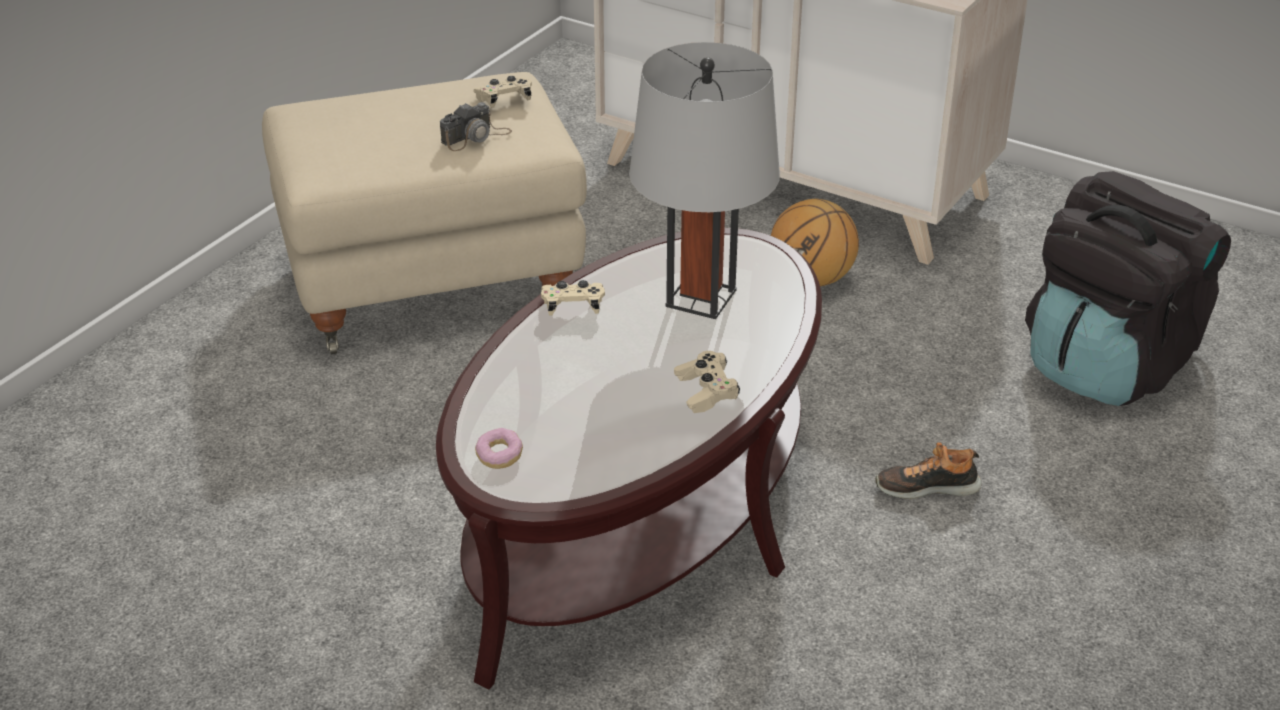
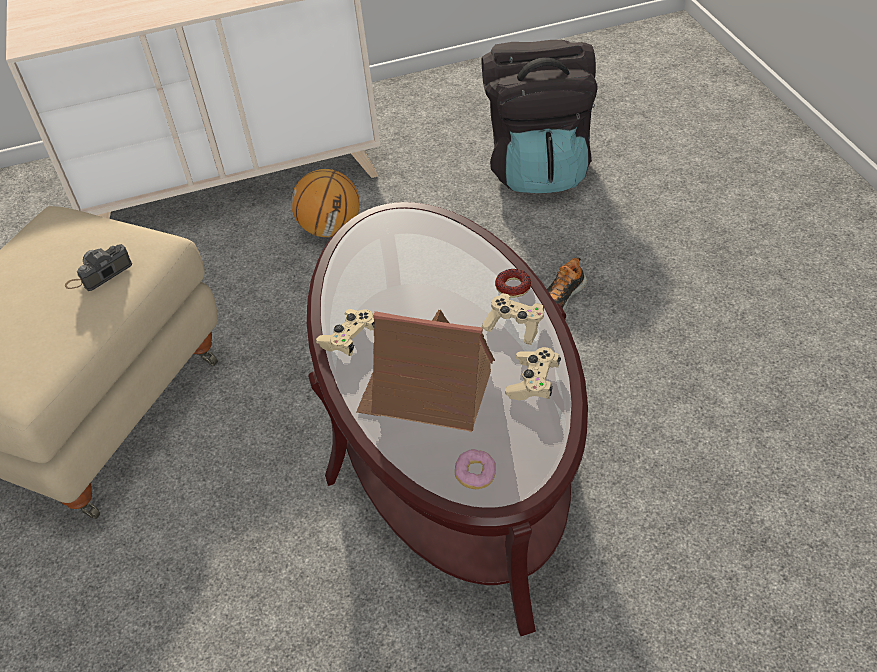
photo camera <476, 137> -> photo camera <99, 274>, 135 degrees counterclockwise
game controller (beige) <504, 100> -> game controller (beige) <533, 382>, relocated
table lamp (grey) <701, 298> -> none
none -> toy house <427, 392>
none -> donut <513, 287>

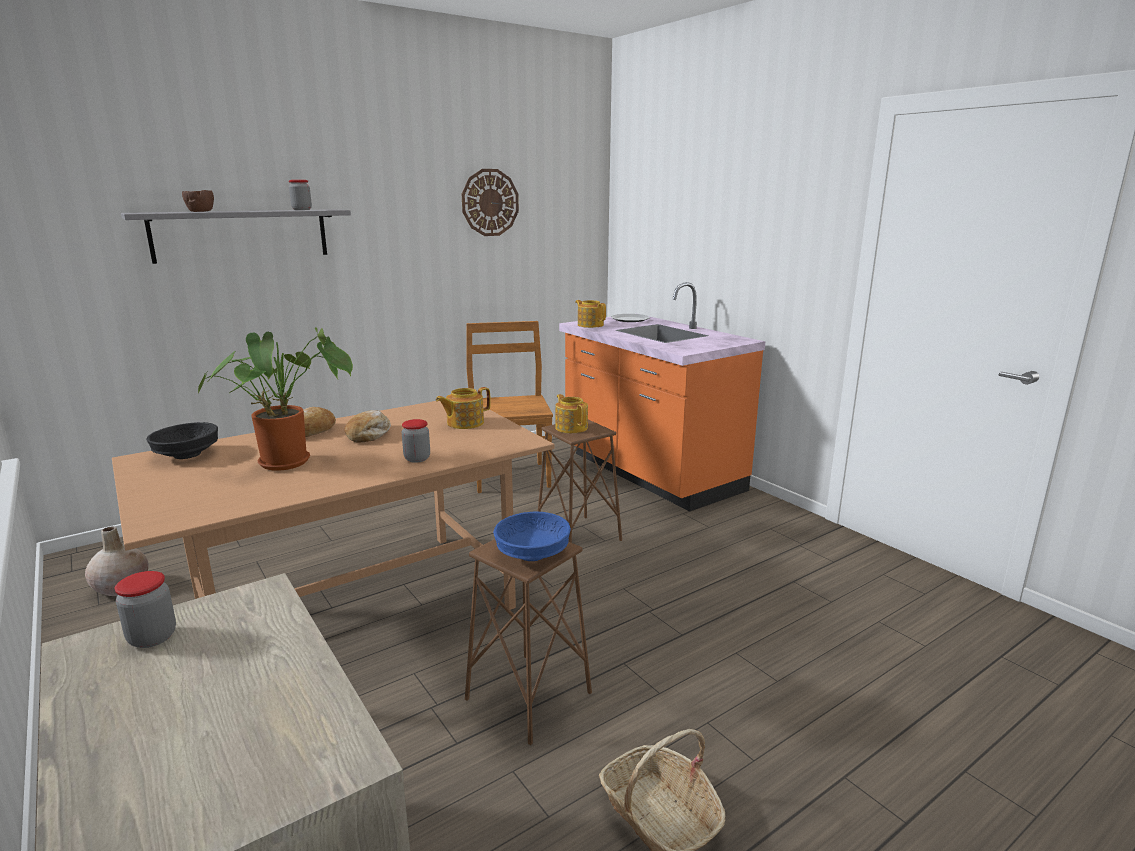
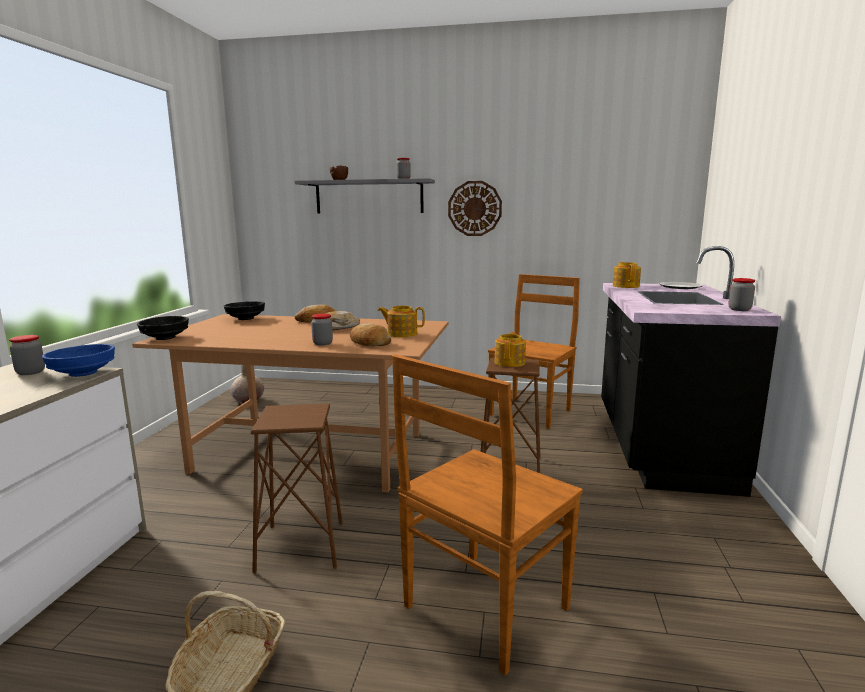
potted plant <291, 461> -> none
wall clock <490, 202> -> wall clock <474, 208>, relocated
bowl (blue) <532, 554> -> bowl (blue) <84, 373>, relocated
counter (orange) <650, 473> -> counter (black) <659, 446>
none -> bowl (black) <165, 338>
none -> bread <369, 343>
none -> chair (brown) <483, 609>
none -> jar <739, 309>

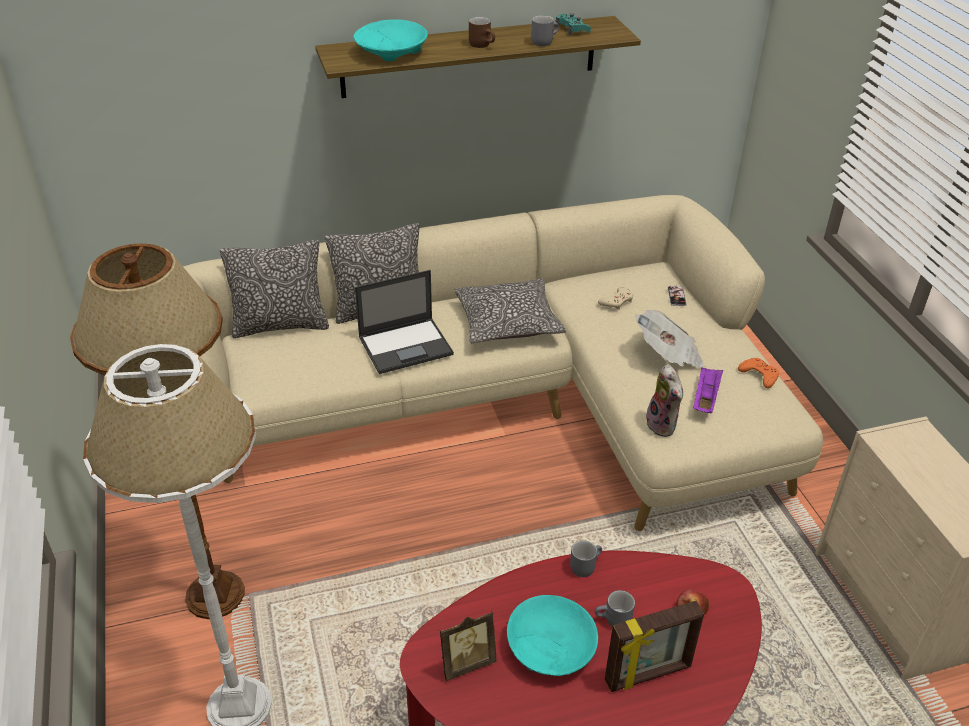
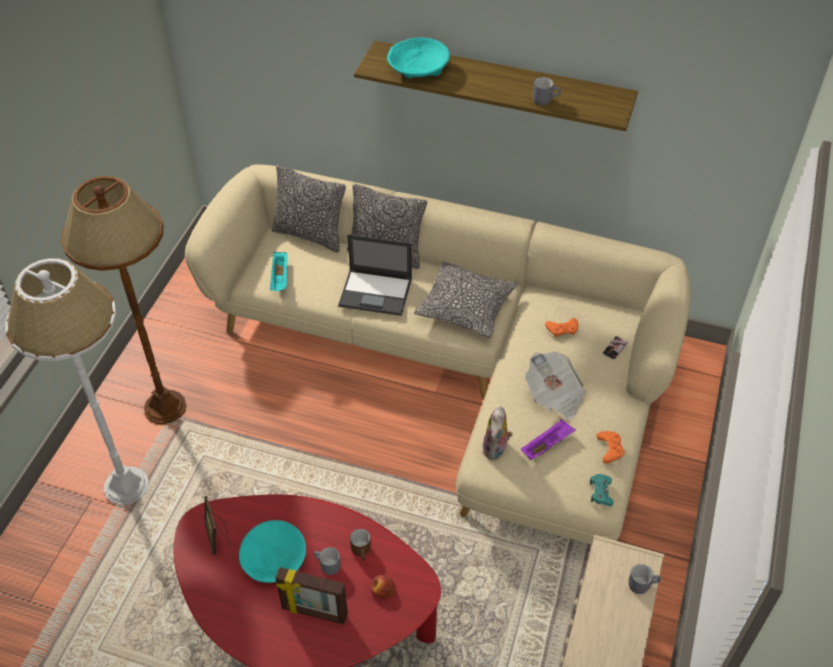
picture frame <466, 662> -> picture frame <218, 537>, 60 degrees clockwise
mug (brown) <483, 45> -> mug (brown) <363, 551>, relocated
game controller (turquoise) <572, 29> -> game controller (turquoise) <601, 492>, relocated
mug (grey) <584, 565> -> mug (grey) <641, 584>, relocated
game controller (beige) <617, 301> -> game controller (orange) <562, 329>
none -> tray (turquoise) <280, 278>

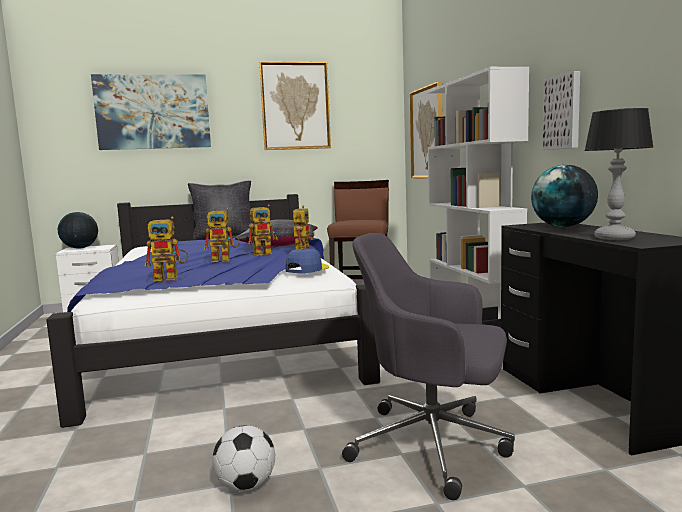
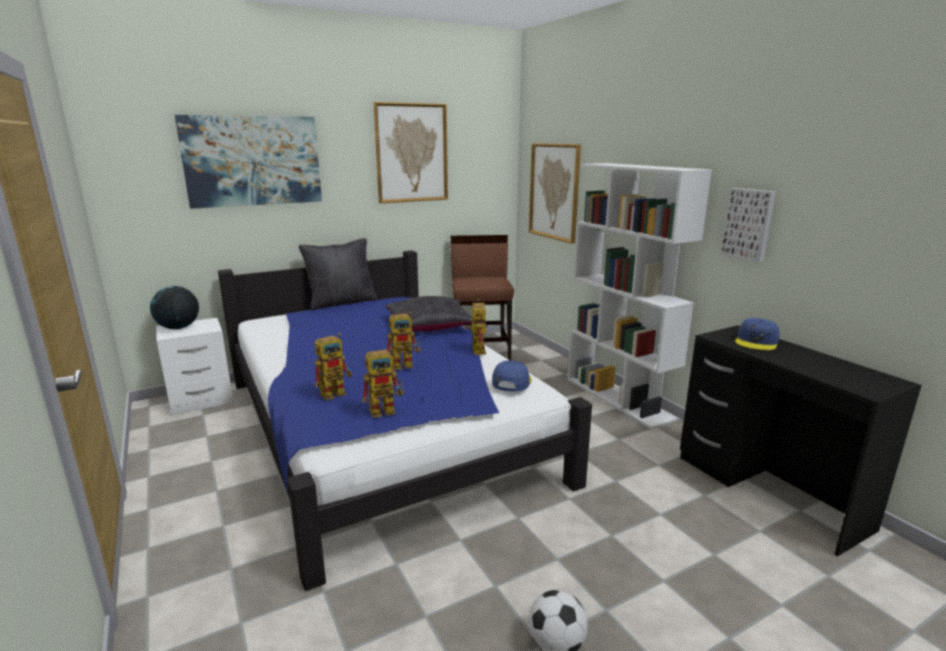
toy robot <266, 253> -> toy robot <337, 392>, relocated
office chair (grey) <434, 445> -> none
globe <563, 226> -> cap (blue) <756, 341>
table lamp <615, 238> -> none

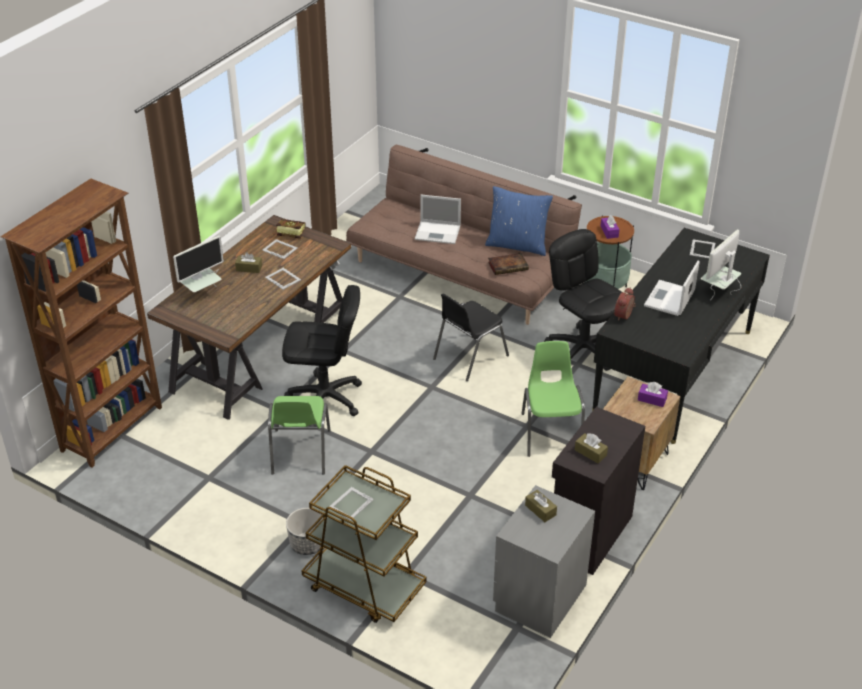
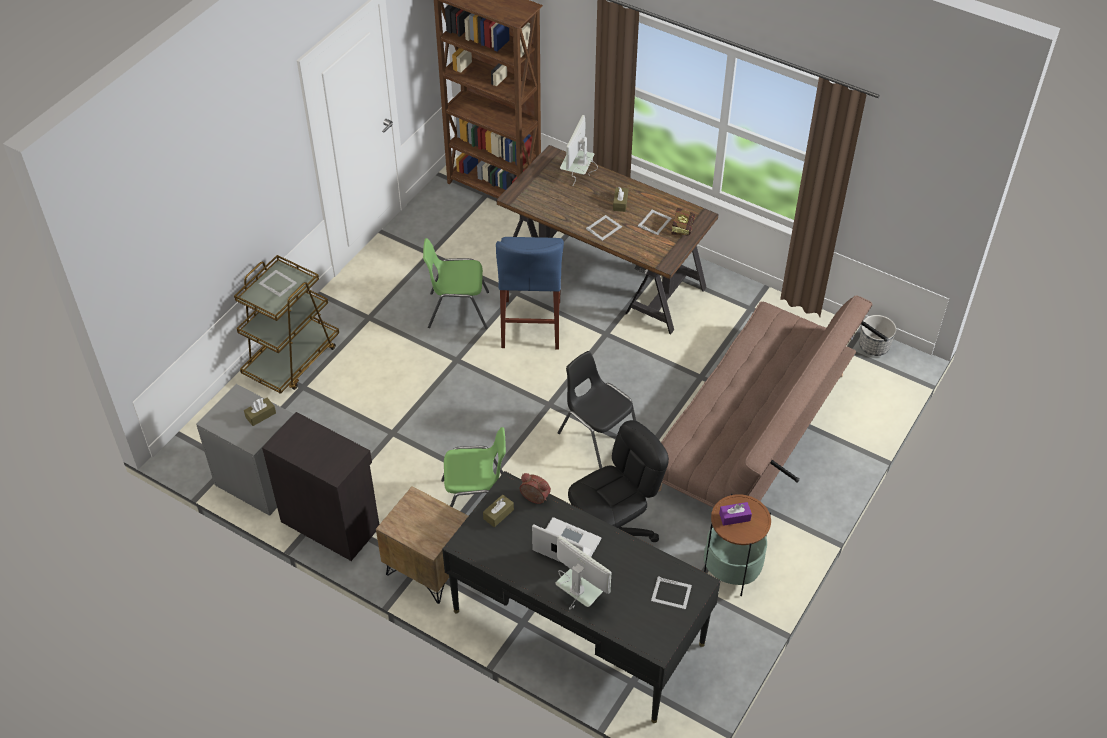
monitor <202, 294> -> monitor <578, 175>, 60 degrees clockwise
office chair (black) <325, 399> -> stool (blue) <531, 324>
planter <307, 544> -> planter <873, 346>, relocated
laptop <438, 232> -> none
pillow (blue) <517, 245> -> none
book <509, 266> -> none
tissue box (brown) <590, 452> -> tissue box (brown) <498, 514>, relocated
tissue box (purple) <652, 399> -> none

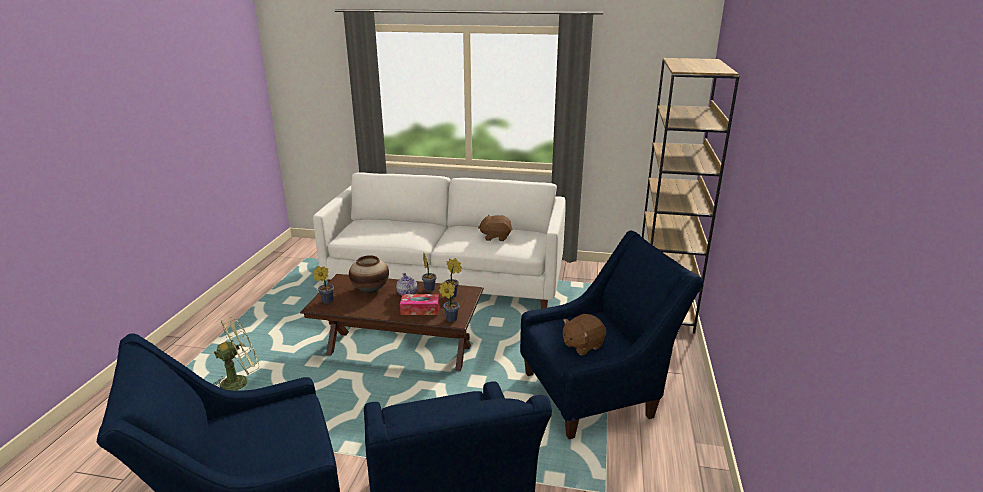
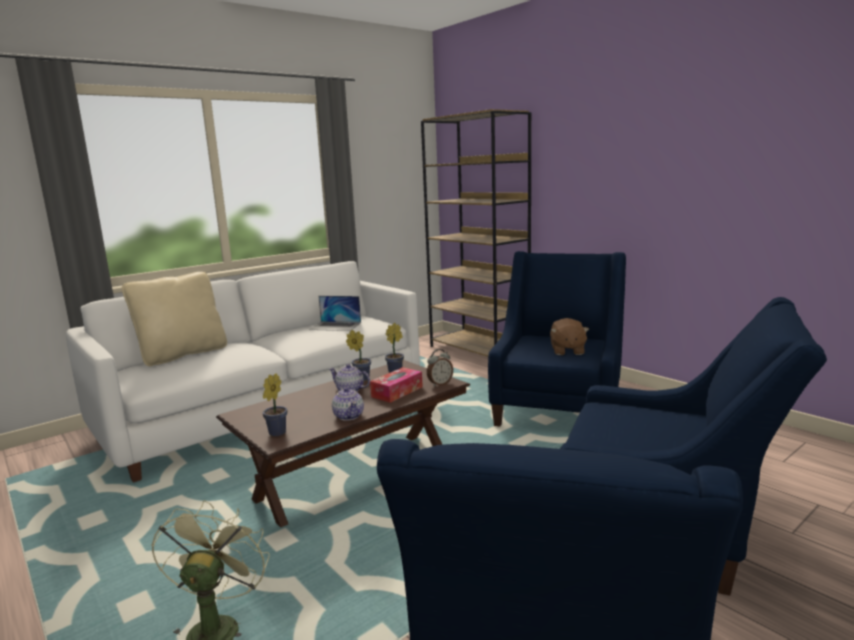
vase <370, 289> -> none
potted plant <450, 318> -> alarm clock <440, 384>
plush toy (brown) <496, 237> -> laptop <335, 326>
none -> pillow (beige) <183, 354>
none -> teapot <349, 416>

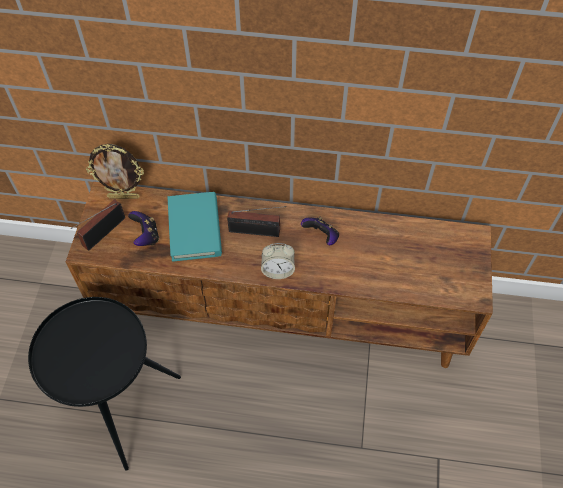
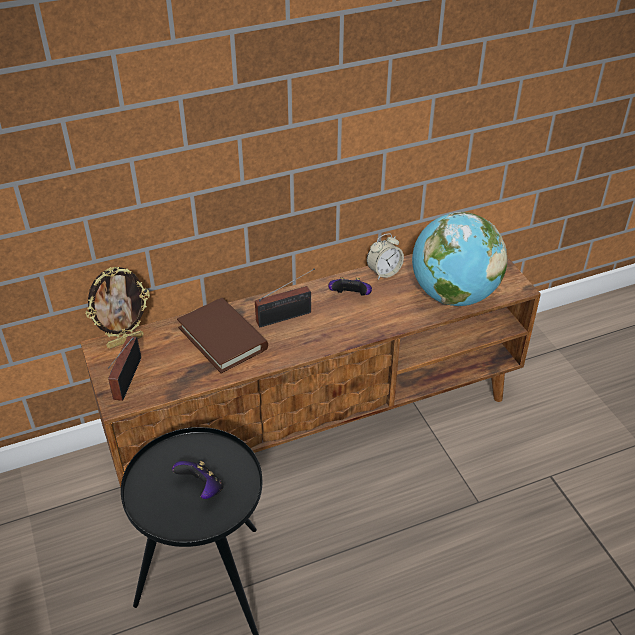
game controller <146, 236> -> game controller <202, 488>, relocated
book (turquoise) <195, 229> -> book (brown) <222, 338>
alarm clock <278, 270> -> alarm clock <384, 272>, relocated
none -> globe <453, 295>

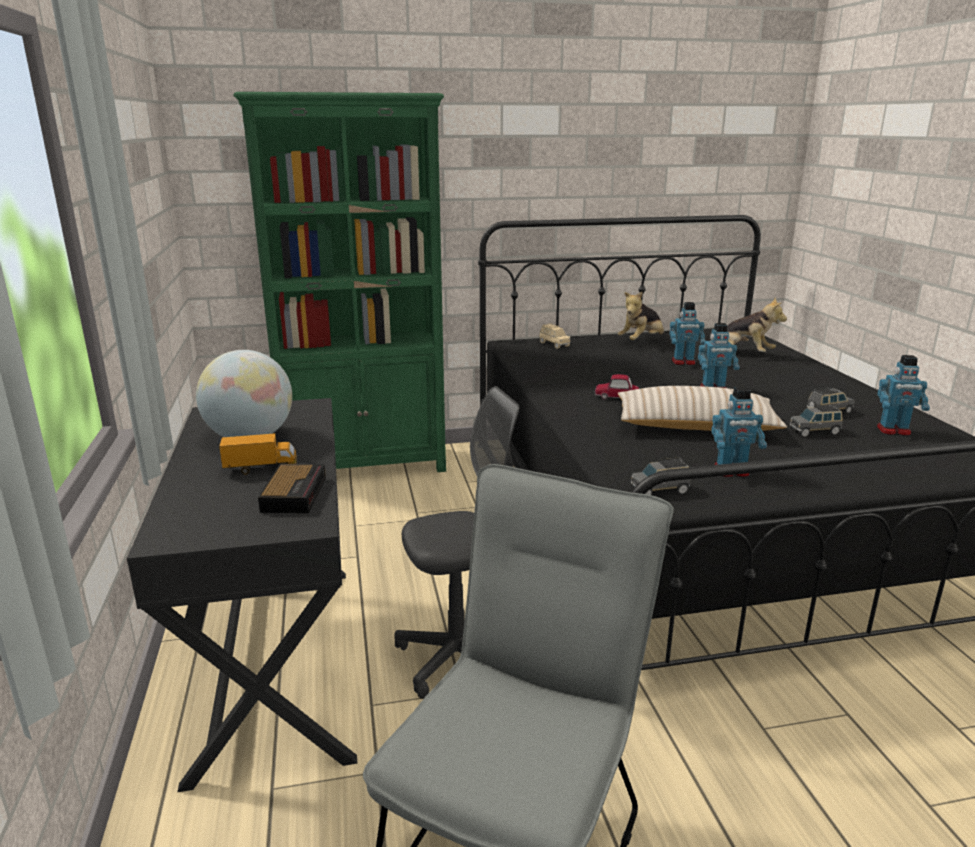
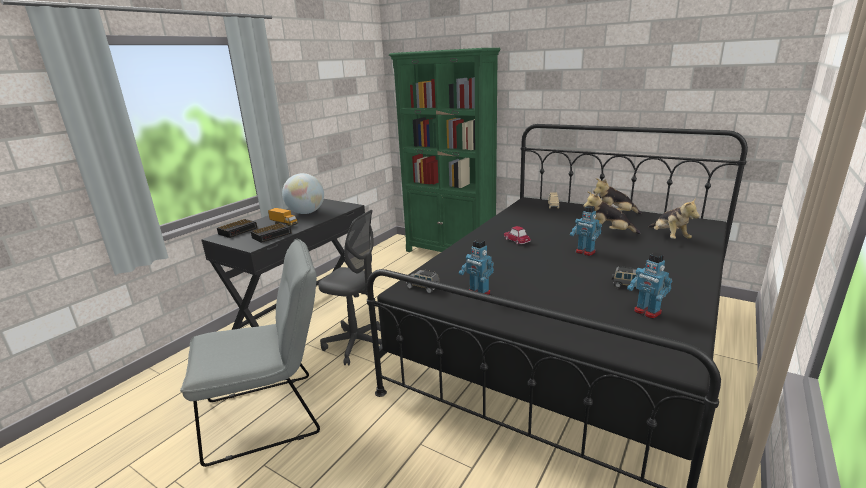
pillow (beige) <695, 426> -> none
toy robot <683, 362> -> plush toy <608, 233>
toy car (grey) <815, 431> -> none
none -> alarm clock <238, 230>

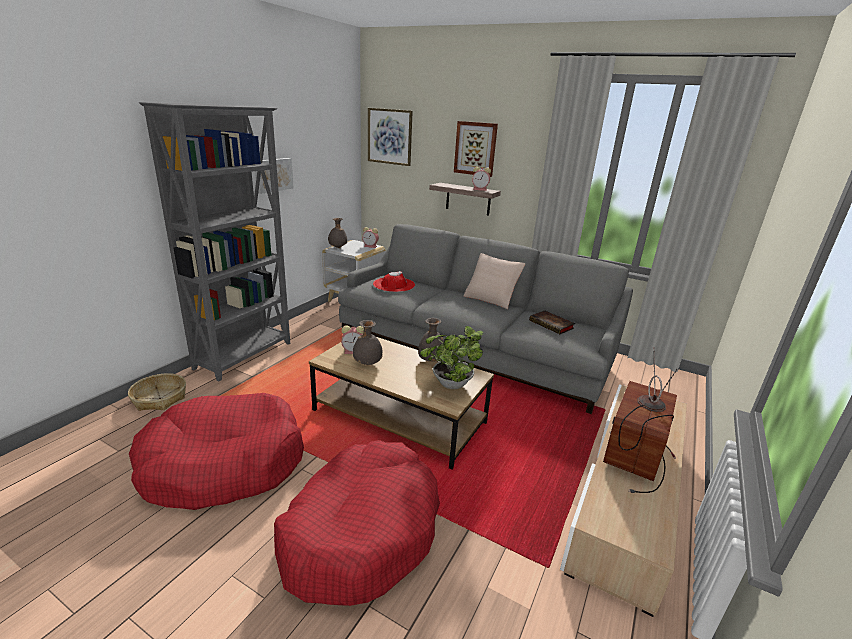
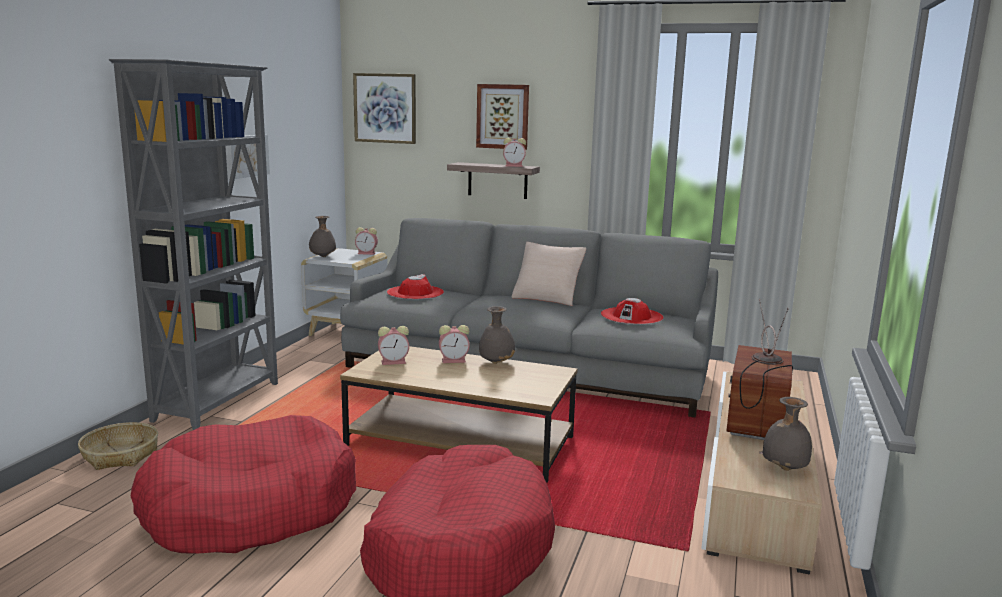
vase (grey) <367, 363> -> vase (grey) <783, 468>, relocated
potted plant <450, 385> -> none
book <552, 325> -> hat (red) <632, 316>
none -> alarm clock <454, 360>

